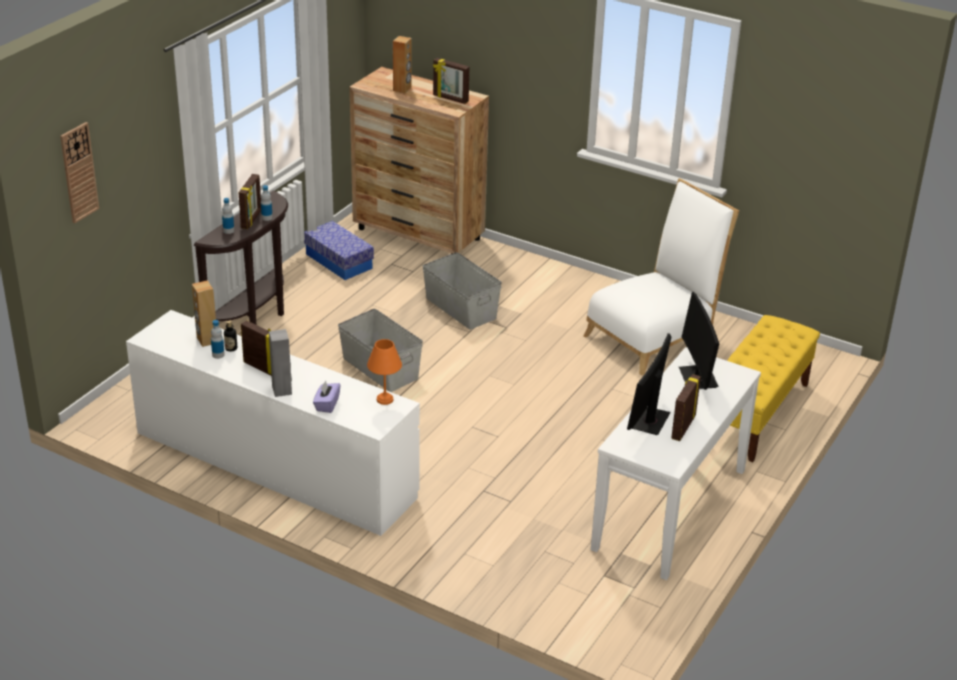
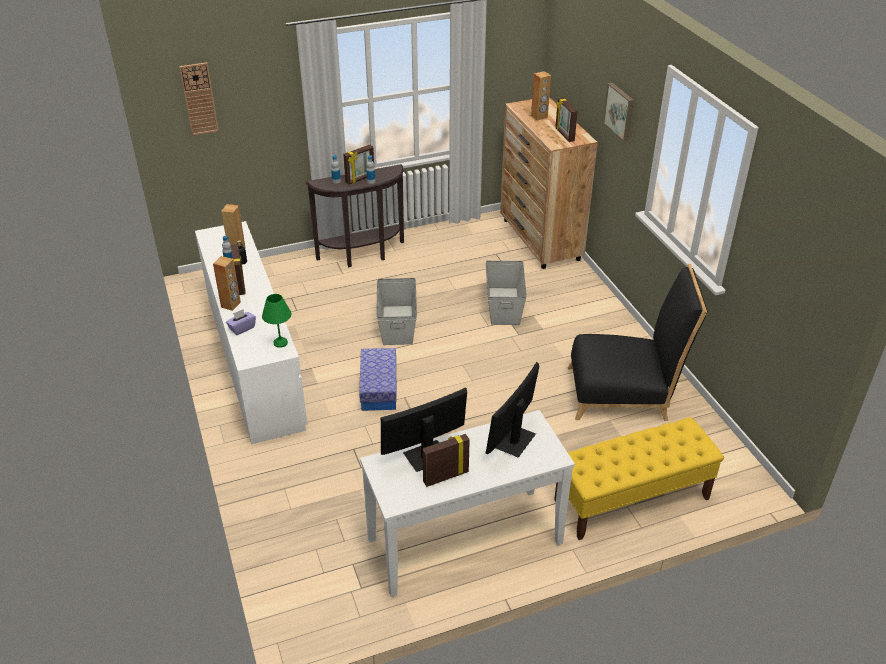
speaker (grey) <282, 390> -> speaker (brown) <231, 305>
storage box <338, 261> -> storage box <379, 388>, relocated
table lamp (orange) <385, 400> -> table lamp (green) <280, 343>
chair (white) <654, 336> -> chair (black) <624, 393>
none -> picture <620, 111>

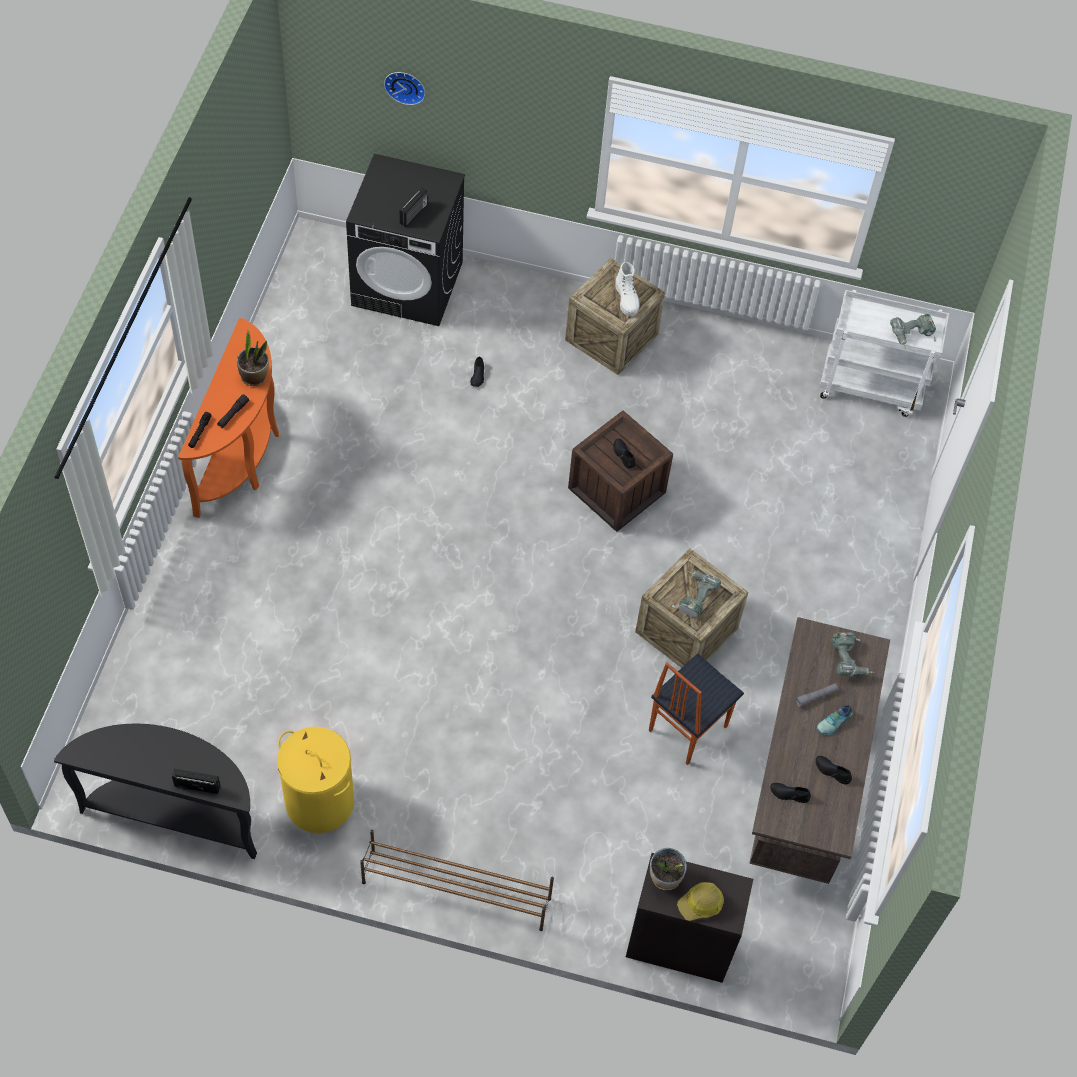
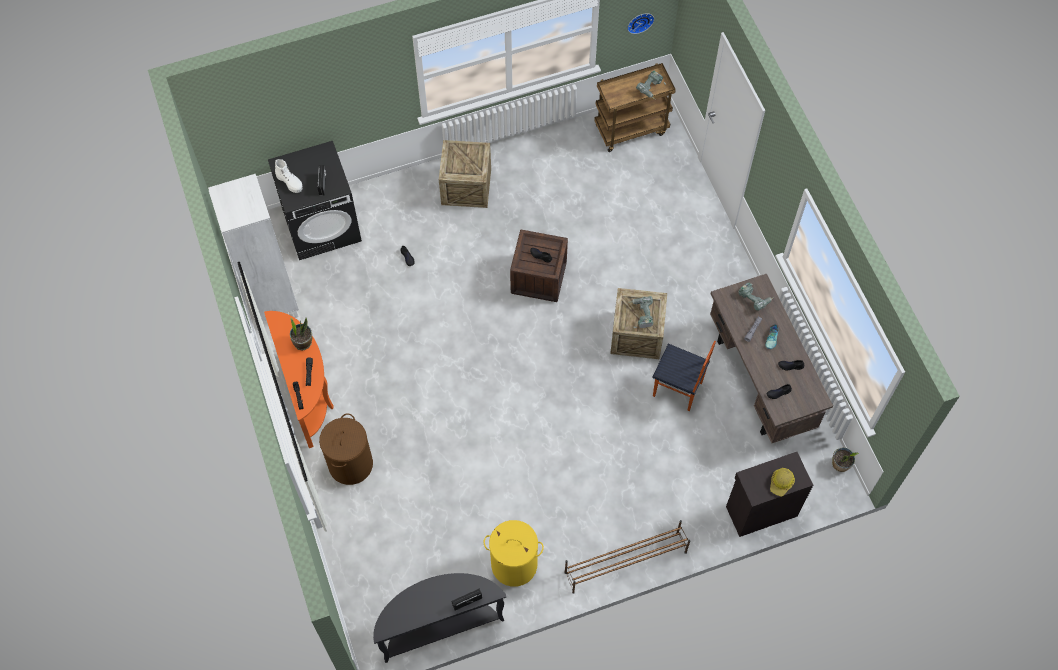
wall clock <405, 86> -> wall clock <639, 21>, relocated
boot (white) <626, 299> -> boot (white) <290, 182>, relocated
chair <686, 728> -> chair <677, 390>, 75 degrees counterclockwise
potted plant <665, 877> -> potted plant <840, 464>, relocated
cart (white) <871, 387> -> cart (brown) <631, 128>
none -> bookcase (white) <273, 303>
none -> laundry basket (brown) <350, 464>

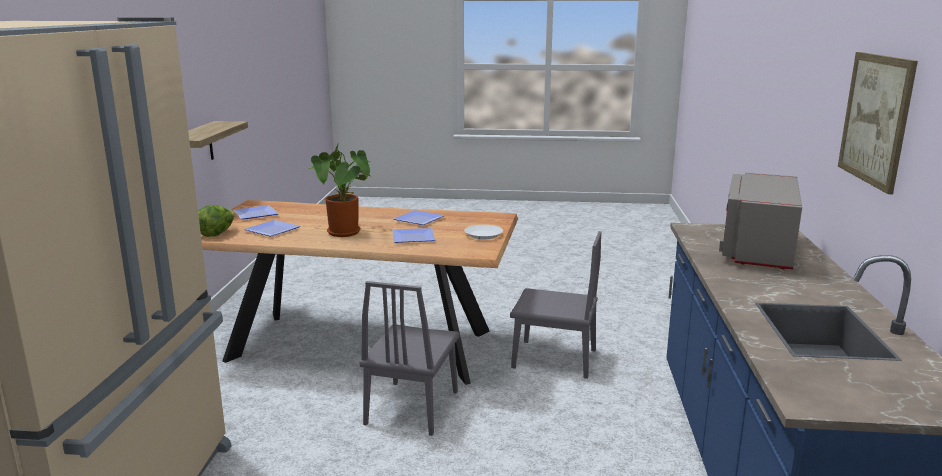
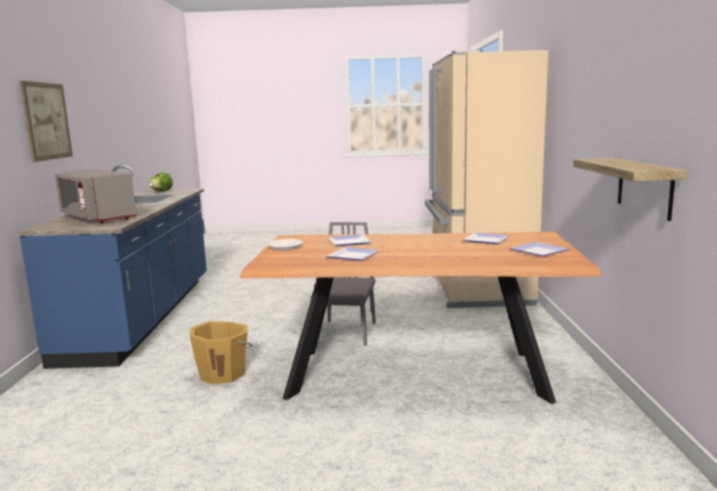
lettuce <216, 234> -> lettuce <161, 192>, relocated
potted plant <346, 233> -> none
chair (grey) <554, 359> -> bucket (orange) <223, 373>
microwave (grey) <757, 249> -> microwave (grey) <97, 217>, 120 degrees clockwise

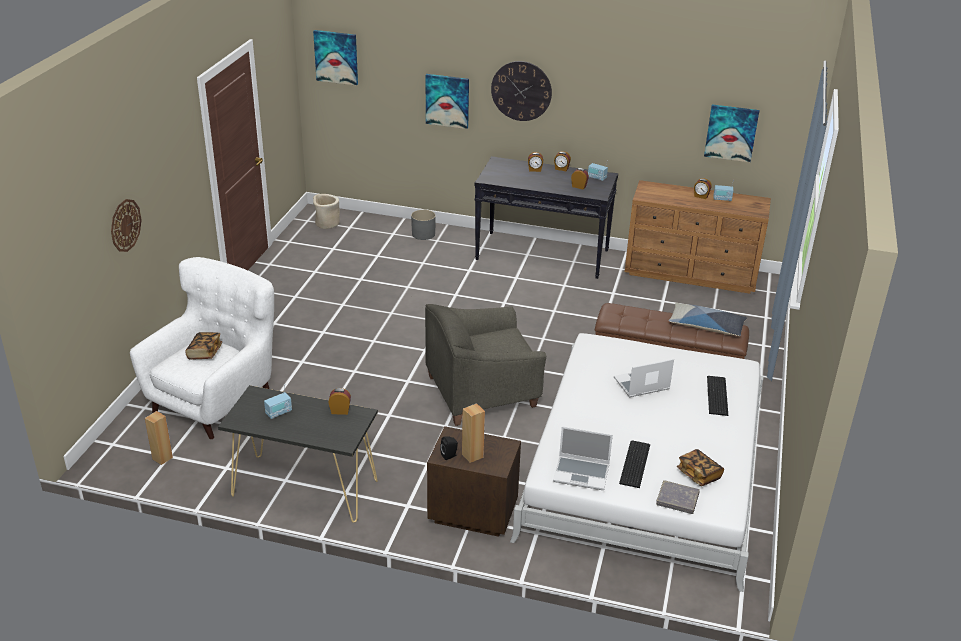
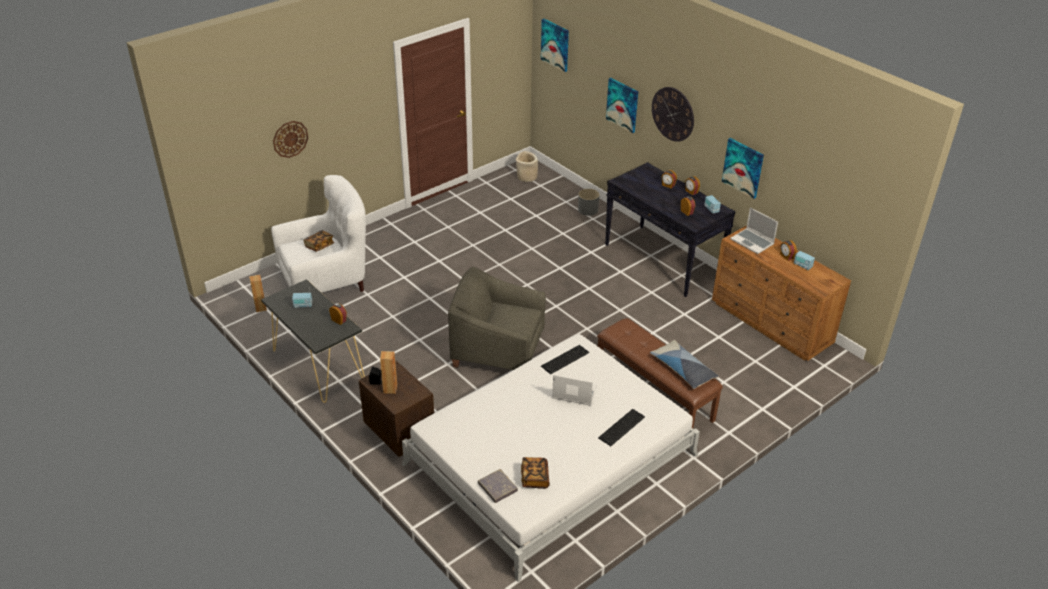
laptop <582, 473> -> laptop <753, 242>, relocated
keyboard <633, 464> -> keyboard <564, 359>, relocated
picture <731, 132> -> picture <743, 167>, relocated

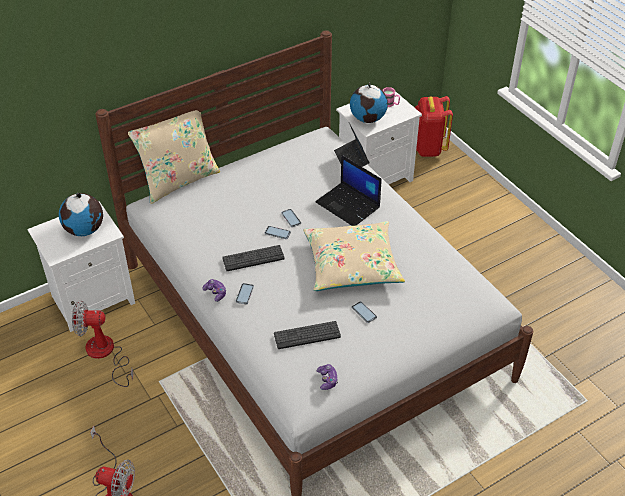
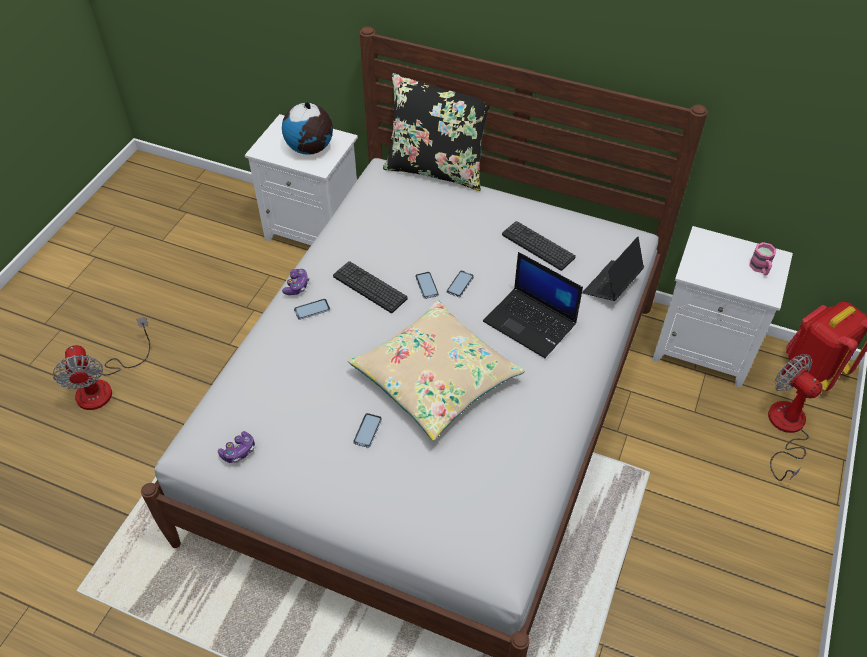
fan <105, 354> -> fan <785, 429>, relocated
pillow (beige) <179, 180> -> pillow (black) <436, 169>
keyboard <307, 335> -> keyboard <538, 246>, relocated
laptop <349, 205> -> laptop <531, 322>, 60 degrees counterclockwise
globe <368, 118> -> none

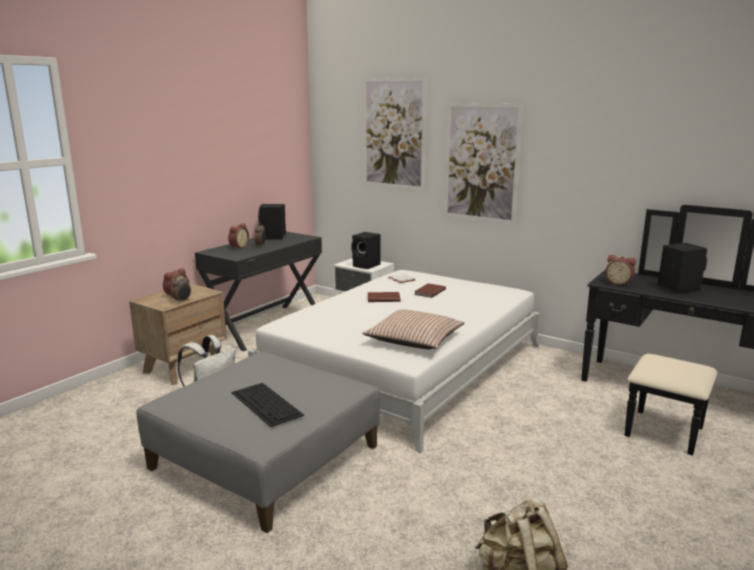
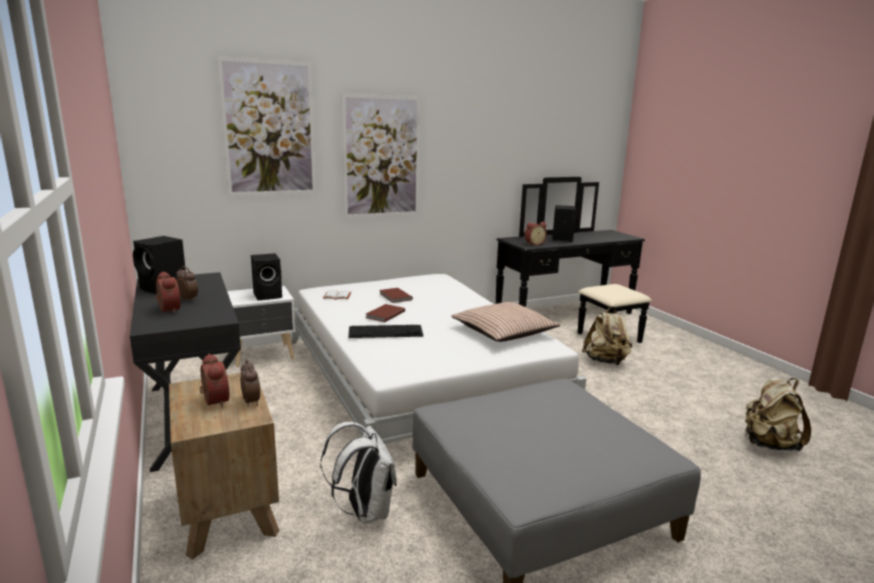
keyboard <267, 404> -> keyboard <386, 331>, relocated
none -> backpack (beige) <605, 361>

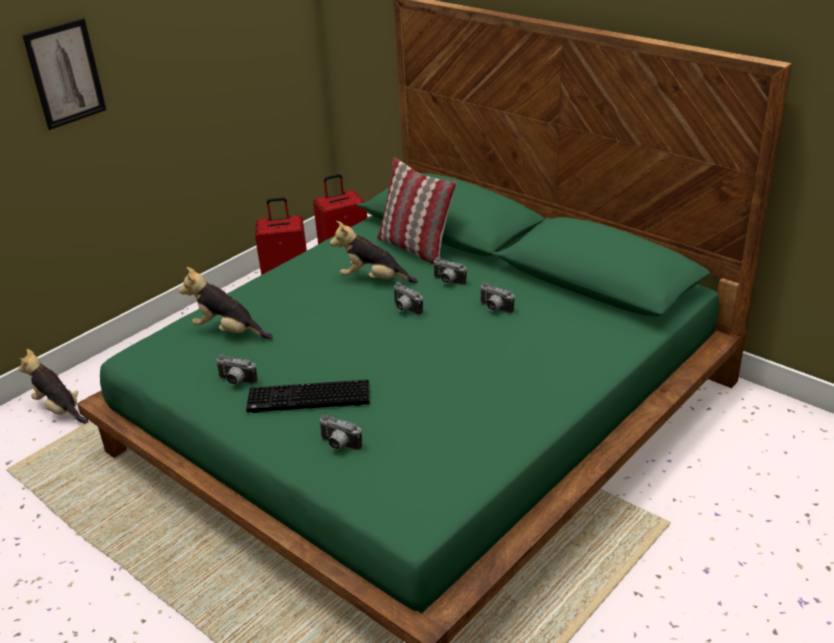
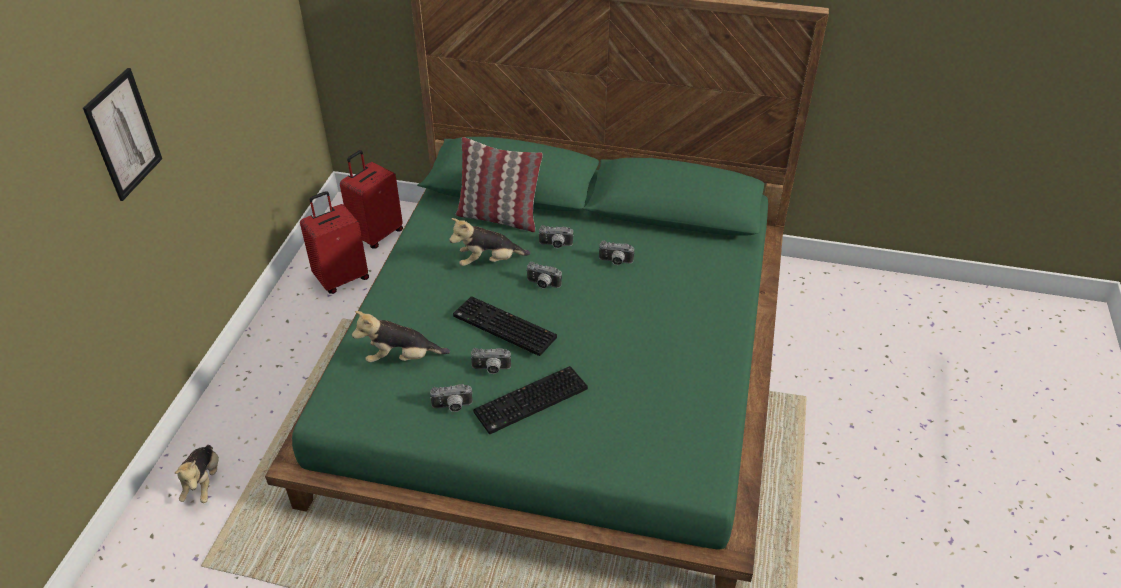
plush toy <60, 409> -> plush toy <203, 482>, 105 degrees counterclockwise
photo camera <338, 445> -> photo camera <491, 369>, relocated
none -> keyboard <502, 327>

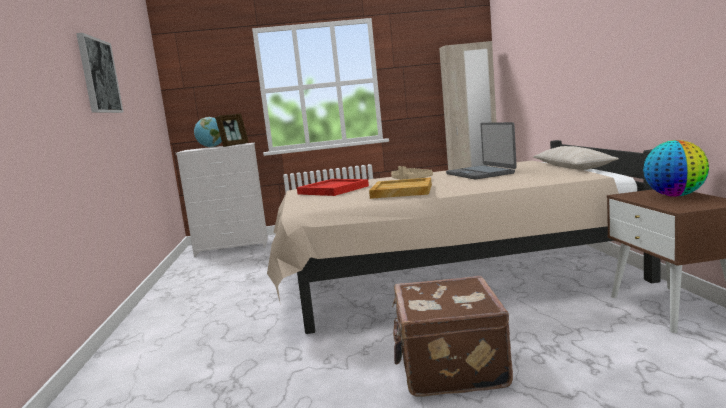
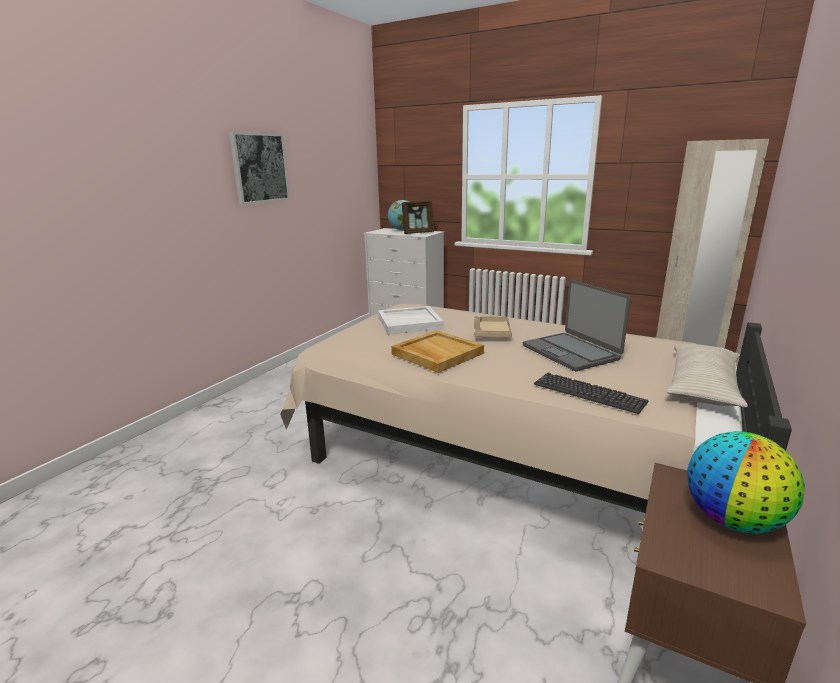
tray (red) <333, 190> -> tray (white) <410, 322>
suitcase (brown) <449, 367> -> none
laptop <480, 173> -> laptop <571, 352>, 45 degrees counterclockwise
none -> keyboard <588, 393>

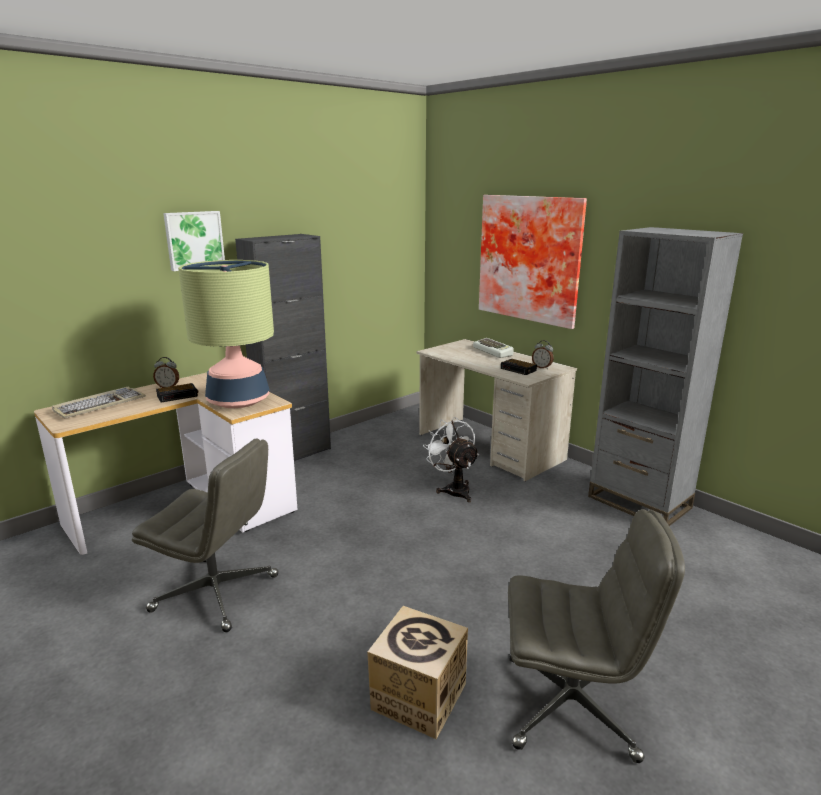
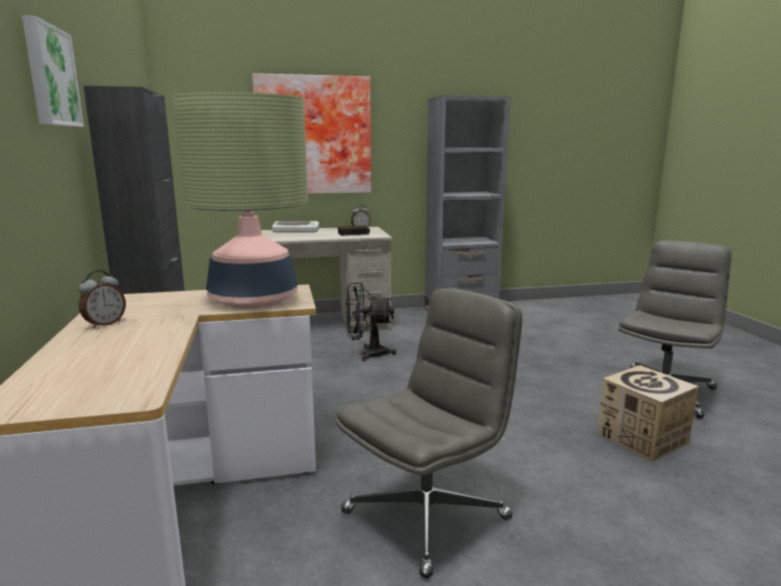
keyboard <100, 405> -> none
alarm clock <178, 396> -> none
fan (white) <454, 489> -> fan (black) <367, 353>

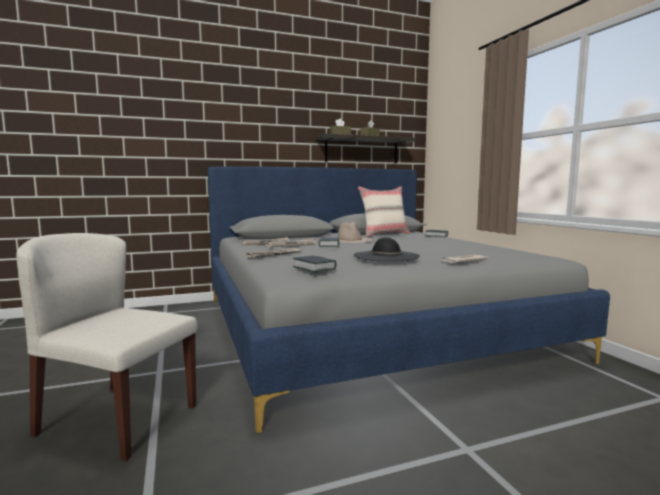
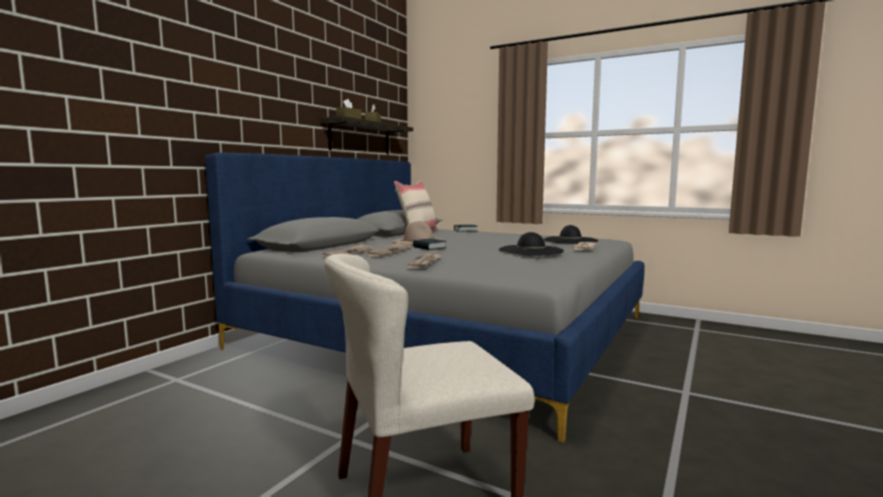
book <314, 268> -> none
none -> hat (black) <570, 240>

